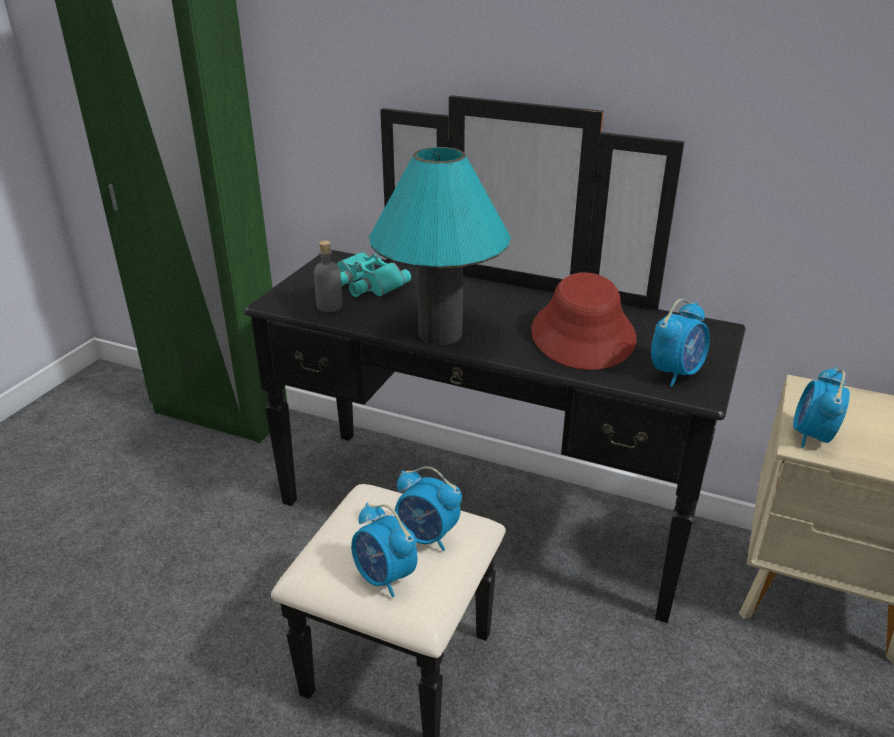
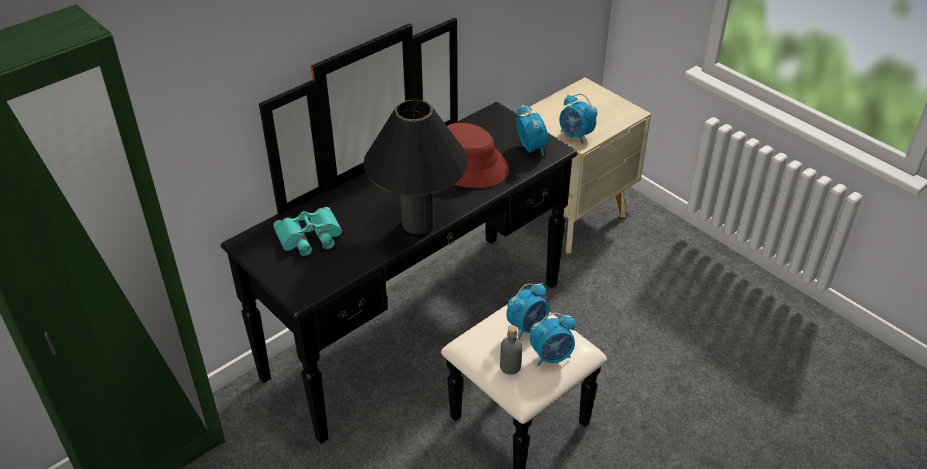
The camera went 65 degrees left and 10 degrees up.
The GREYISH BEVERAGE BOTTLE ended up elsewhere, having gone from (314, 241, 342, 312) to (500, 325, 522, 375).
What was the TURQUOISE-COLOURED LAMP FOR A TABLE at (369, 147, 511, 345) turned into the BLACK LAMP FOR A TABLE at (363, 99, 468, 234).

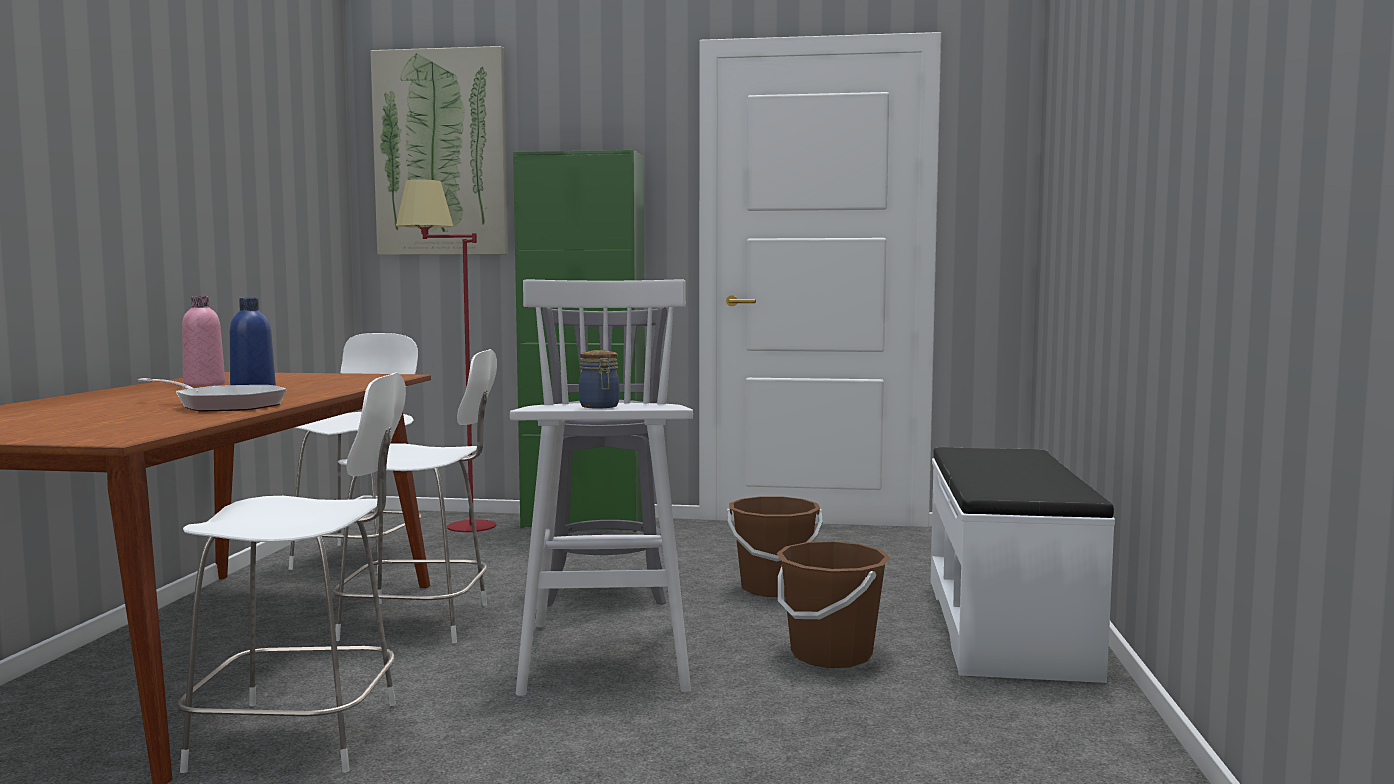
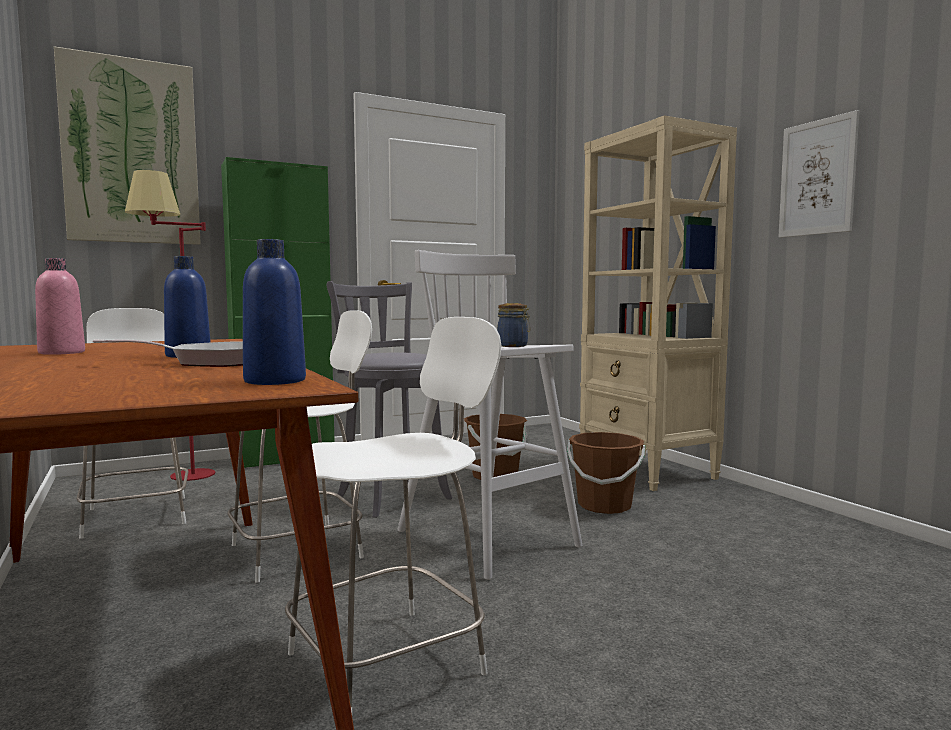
The camera went 35 degrees left and 0 degrees up.
Where the WHITISH BENCH stood at (931, 447, 1115, 683), the SAND-COLOURED BOOKCASE came to stand at (579, 115, 737, 491).
The second view gained the BLUE-COLOURED BEVERAGE BOTTLE at (243, 239, 306, 385).
The second view gained the PICTURE at (778, 110, 859, 238).

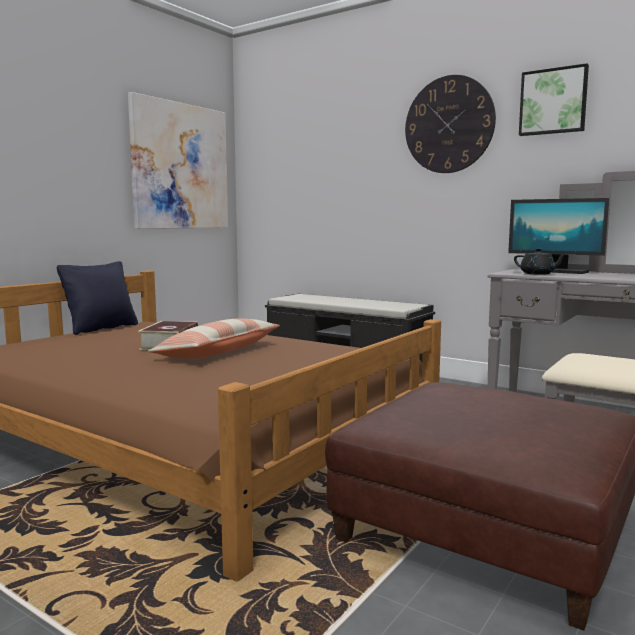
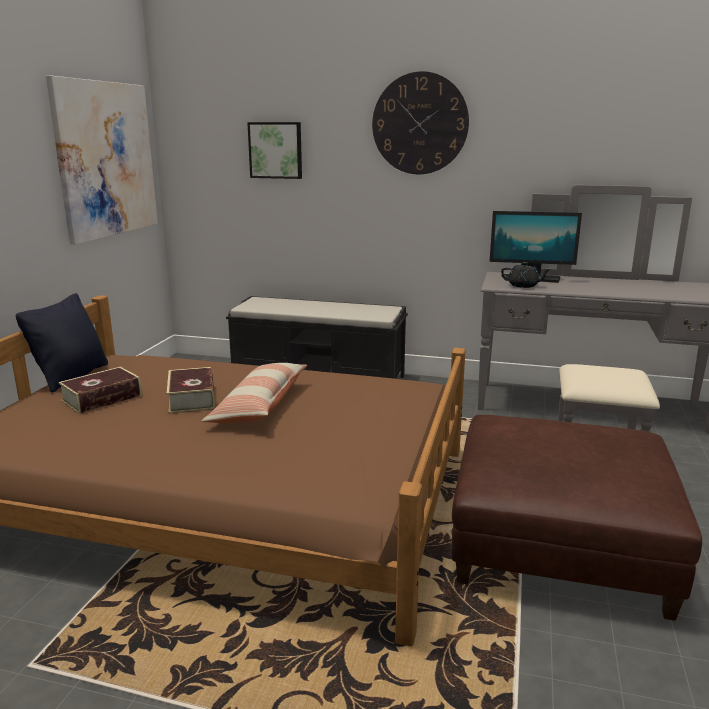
The camera went 20 degrees left and 10 degrees up.
The PICTURE ended up elsewhere, having gone from (519, 63, 589, 136) to (247, 122, 302, 179).
The second view gained the VOLUME at (58, 367, 142, 414).

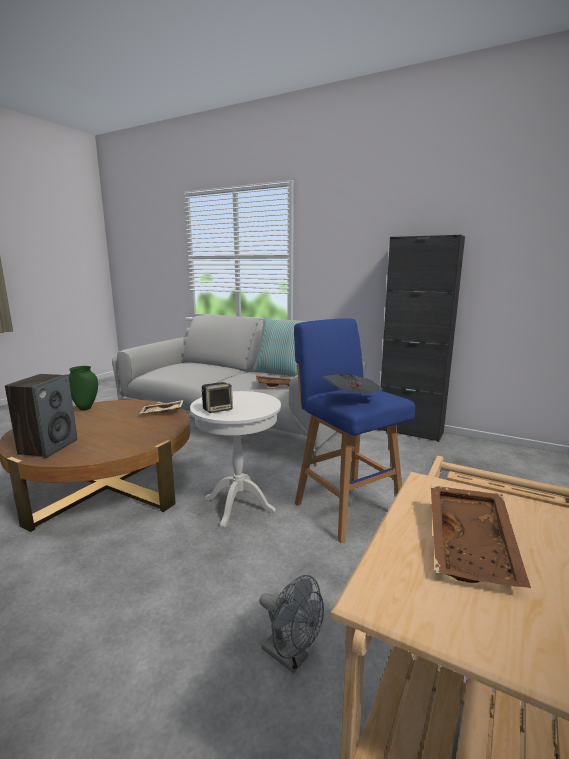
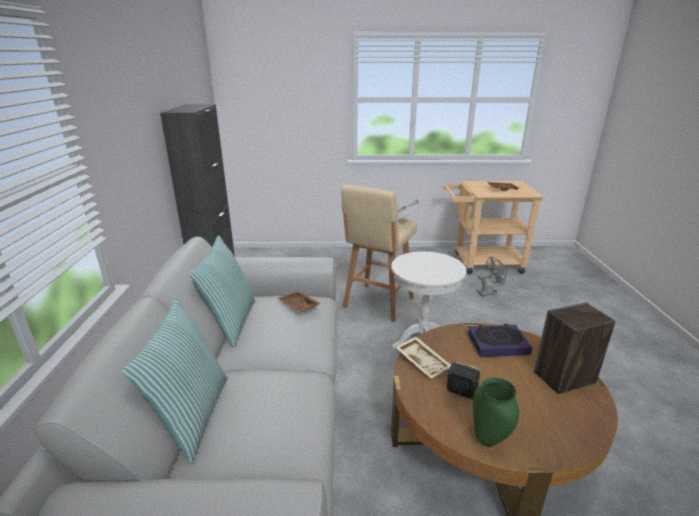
The camera went 120 degrees left and 10 degrees up.
The AUDIO SPEAKER ended up elsewhere, having gone from (202, 382, 233, 413) to (446, 361, 480, 399).
The GREYISH ELECTRIC FAN at (259, 575, 324, 673) ended up facing another way, 60 degrees clockwise from before.
What was the BLUE-COLOURED STOOL at (294, 318, 415, 543) turned into the SAND-COLOURED STOOL at (341, 185, 417, 322).
The second view gained the PILLOW at (121, 298, 228, 464).
The second view gained the VOLUME at (467, 324, 532, 357).

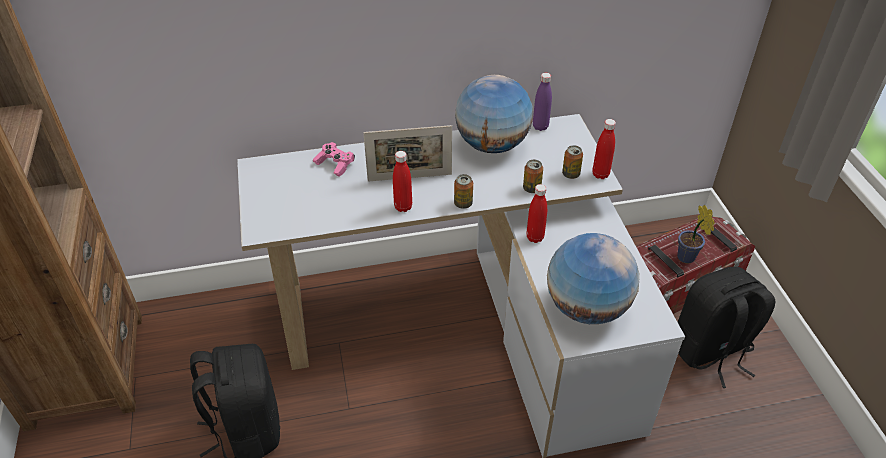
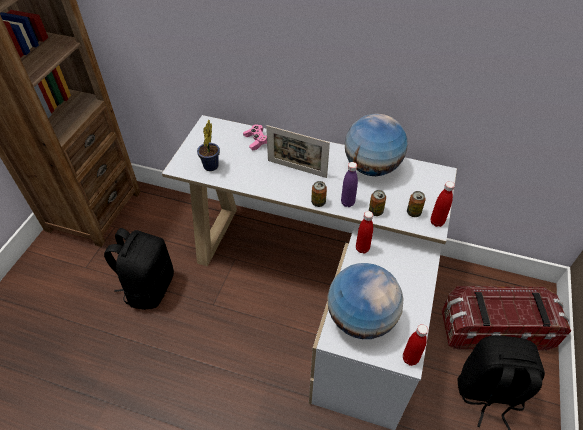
The camera went 30 degrees right and 5 degrees up.
The REDDISH BEVERAGE BOTTLE ended up elsewhere, having gone from (393, 151, 412, 212) to (403, 324, 428, 366).
The PURPLISH BEVERAGE BOTTLE ended up elsewhere, having gone from (533, 73, 552, 131) to (341, 162, 358, 207).
The POTTED PLANT ended up elsewhere, having gone from (677, 205, 715, 263) to (197, 120, 220, 171).

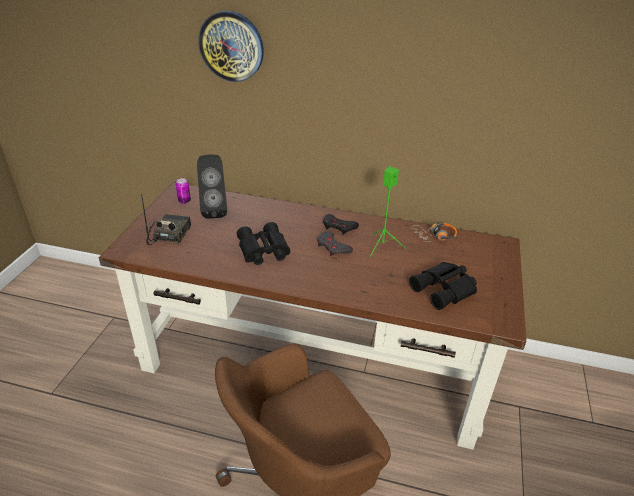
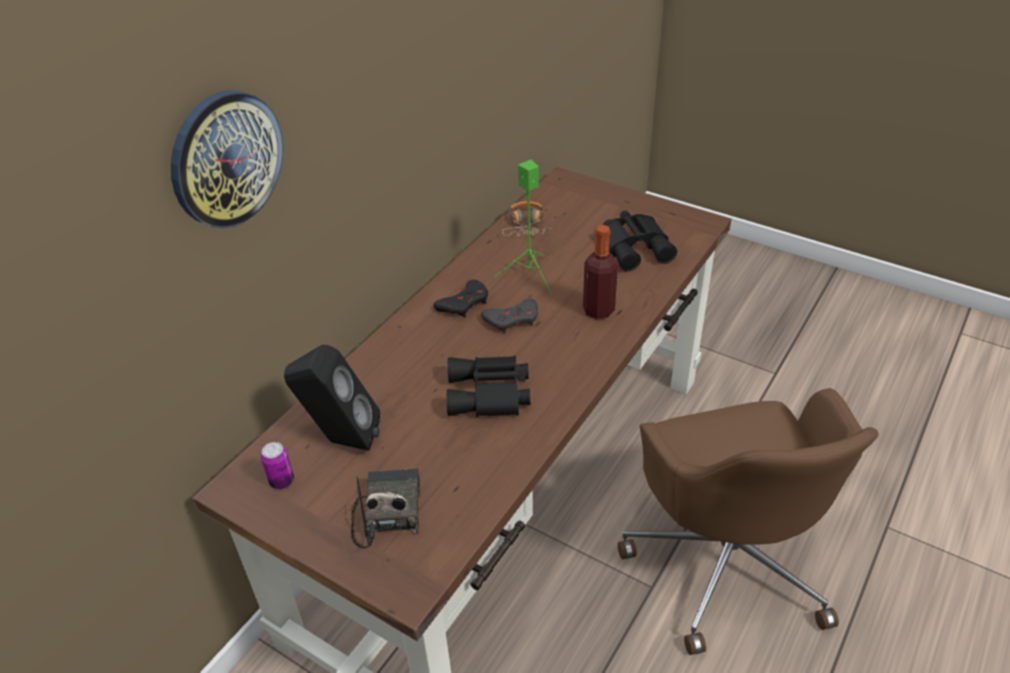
The camera went 70 degrees left and 5 degrees up.
The RADIO RECEIVER at (141, 193, 191, 245) ended up facing another way, 60 degrees clockwise from before.
The second view gained the BEVERAGE BOTTLE at (583, 225, 618, 319).

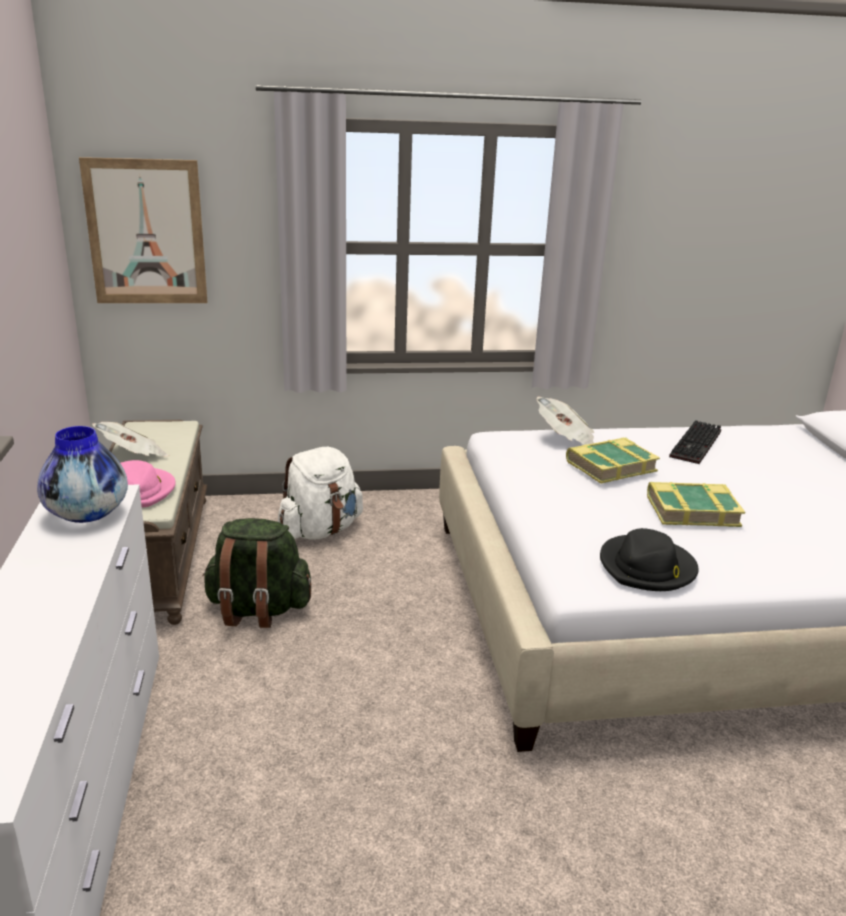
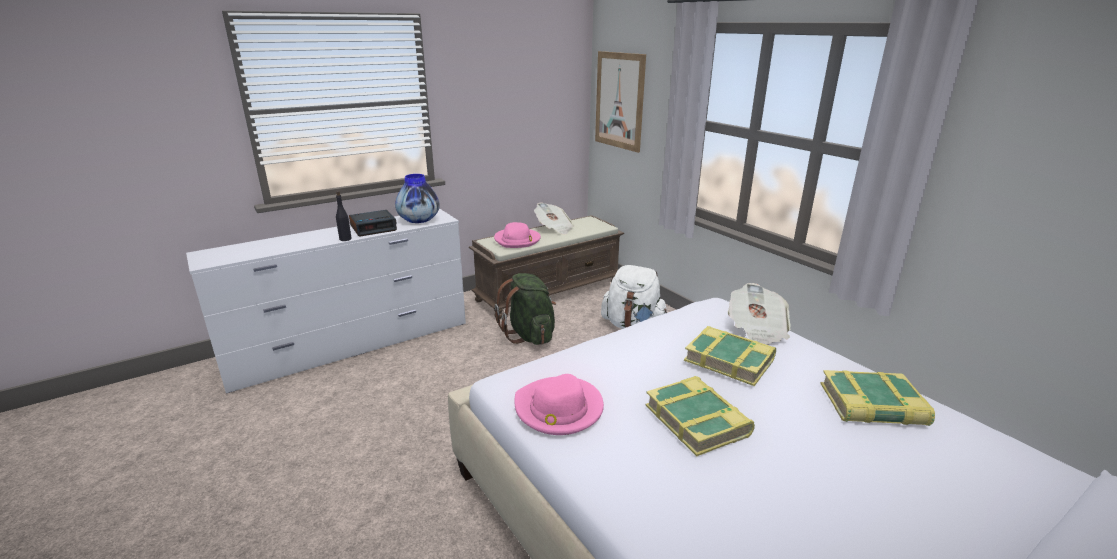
The camera went 65 degrees right and 0 degrees up.
What was the BLACK WEARABLE HAT at (600, 528, 699, 591) turned into the PINK WEARABLE HAT at (514, 374, 604, 435).
Where the PC KEYBOARD stood at (669, 420, 721, 464), the VOLUME came to stand at (820, 370, 935, 426).
The second view gained the BLACK BEVERAGE BOTTLE at (336, 191, 352, 241).
The second view gained the BEDSIDE CLOCK at (349, 210, 397, 236).

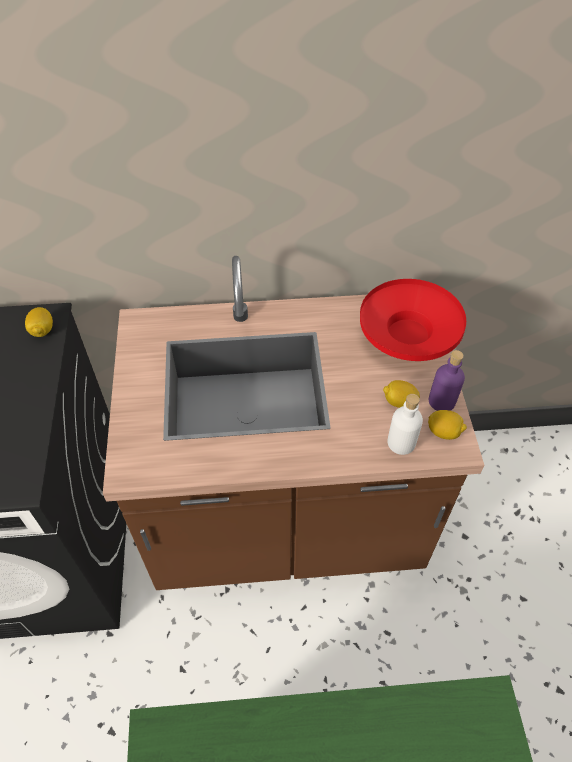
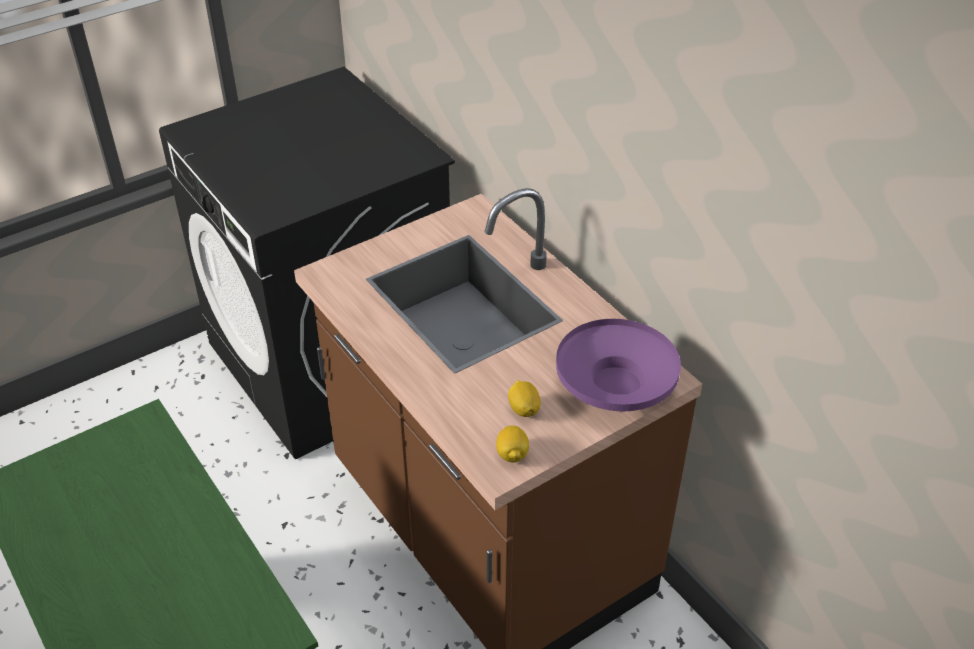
The camera went 60 degrees right and 10 degrees down.
The second view lost the CITRUS FRUIT at (25, 307, 53, 337).
What was the REDDISH DEEP DISH at (360, 279, 466, 361) turned into the PURPLISH DEEP DISH at (556, 319, 681, 411).
The second view lost the WHITISH BEVERAGE BOTTLE at (387, 394, 423, 455).
The second view lost the PURPLISH BEVERAGE BOTTLE at (429, 350, 465, 411).

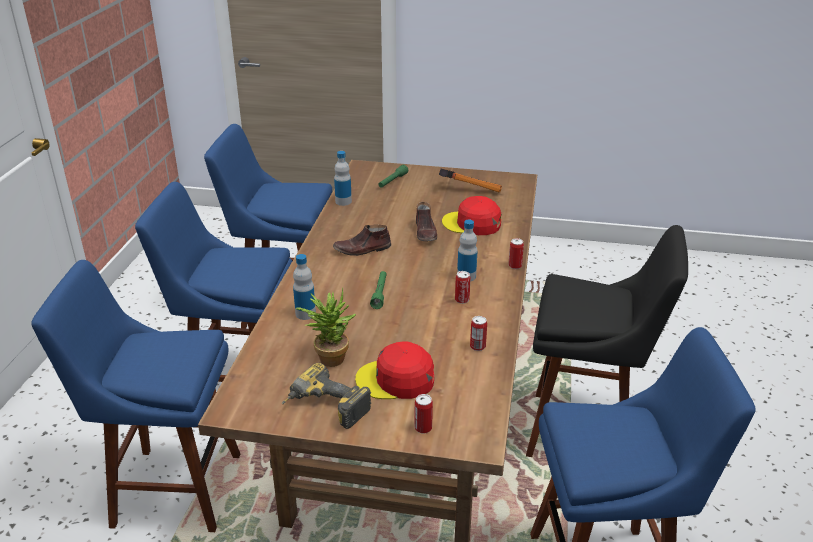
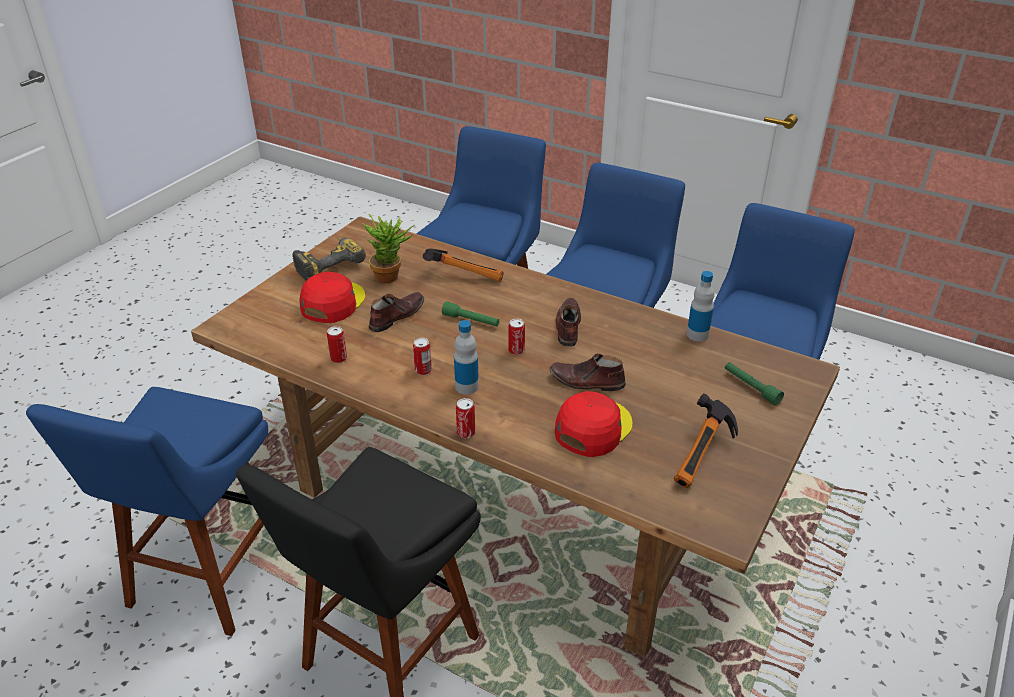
The camera went 110 degrees right and 5 degrees up.
Where the BEVERAGE BOTTLE stood at (293, 254, 316, 320), the HAMMER came to stand at (423, 248, 504, 281).
The SEALED CAN ended up elsewhere, having gone from (414, 394, 433, 434) to (508, 318, 525, 355).
The second view gained the BROWN-COLOURED LOW SHOE at (369, 292, 424, 332).

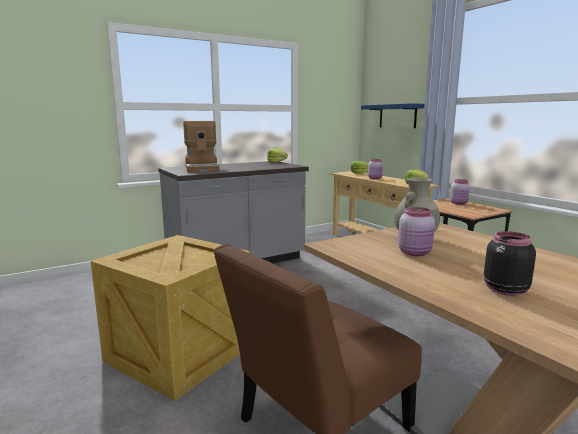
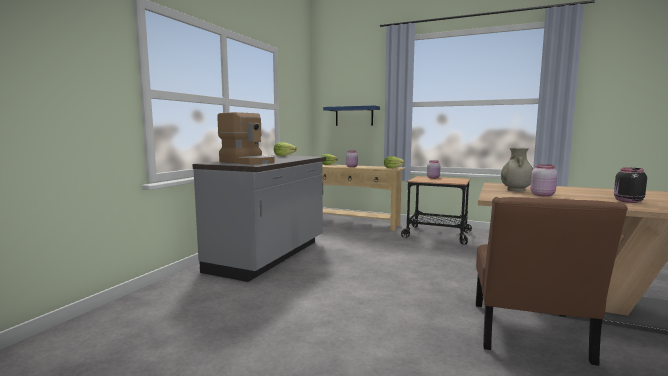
The camera went 35 degrees left and 5 degrees down.
The second view lost the CRATE at (91, 235, 250, 401).

